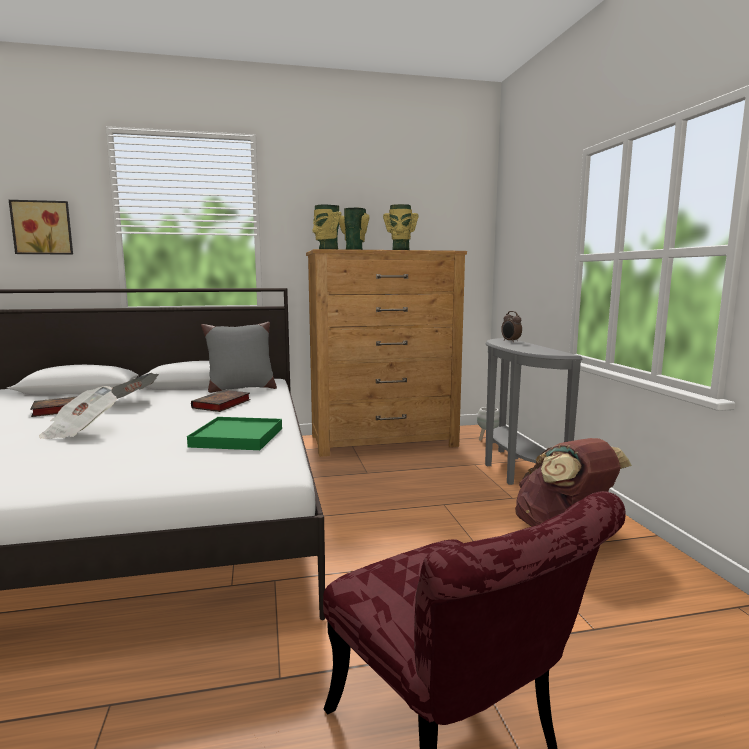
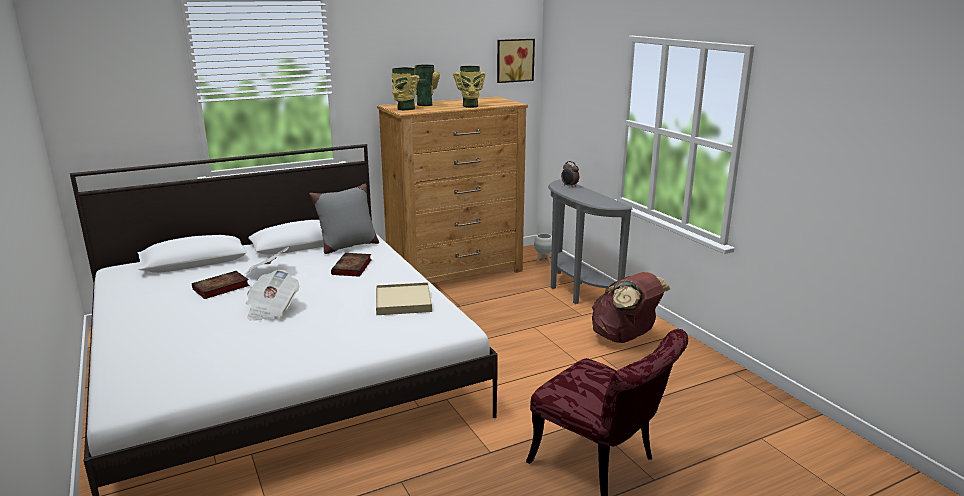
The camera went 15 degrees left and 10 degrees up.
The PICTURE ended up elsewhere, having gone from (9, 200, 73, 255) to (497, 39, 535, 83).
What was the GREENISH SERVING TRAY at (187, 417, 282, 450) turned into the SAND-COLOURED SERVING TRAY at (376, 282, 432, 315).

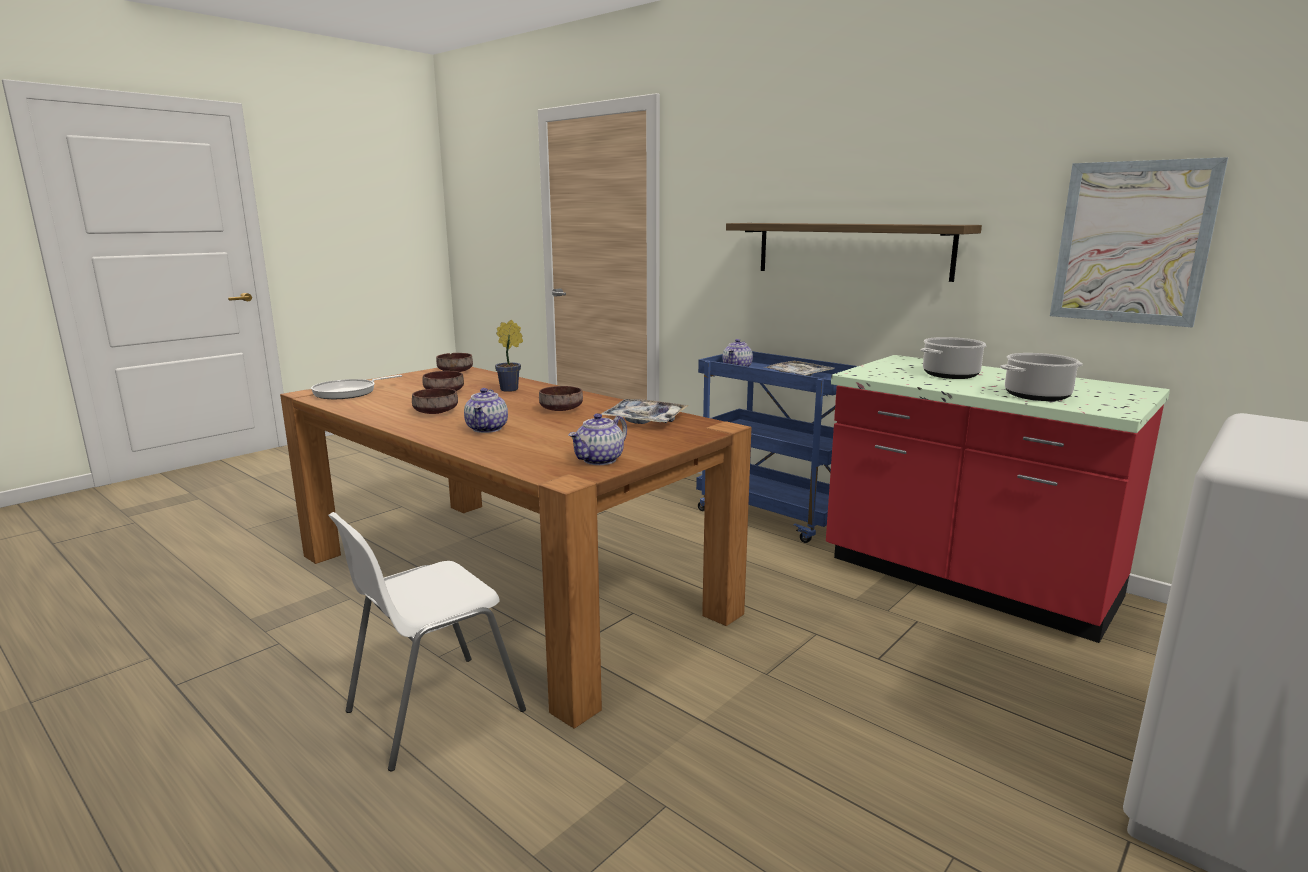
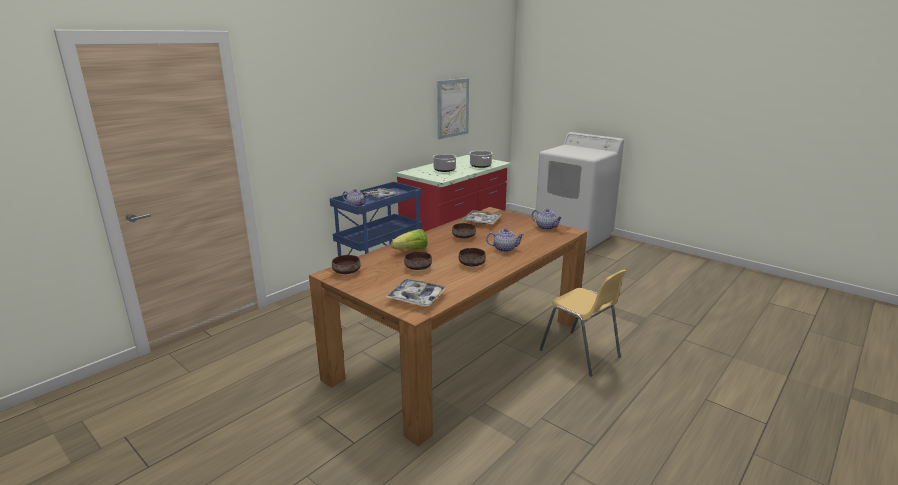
The camera went 90 degrees left and 5 degrees up.
Where the SKILLET stood at (311, 375, 402, 399), the SERVING TRAY came to stand at (385, 279, 447, 307).
What was the WHITISH UPRIGHT CHAIR at (328, 512, 526, 771) turned into the YELLOWISH UPRIGHT CHAIR at (540, 270, 626, 376).
Where the POTTED PLANT stood at (495, 320, 523, 392), the LETTUCE HEAD came to stand at (391, 229, 427, 250).
The second view lost the SHELF at (726, 223, 982, 282).

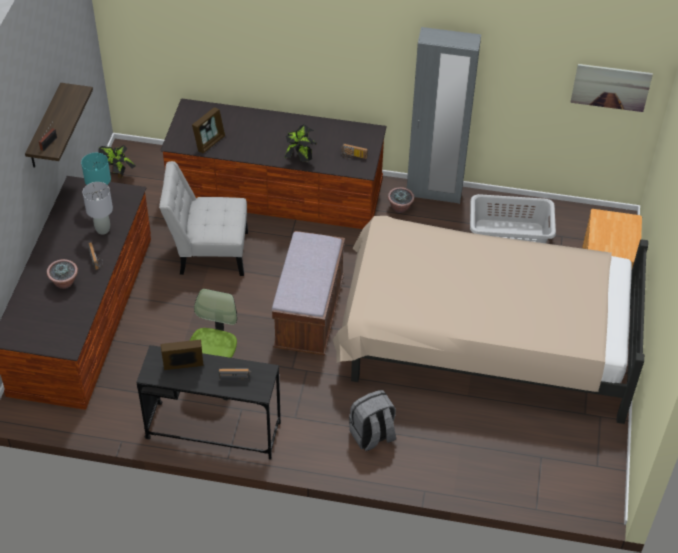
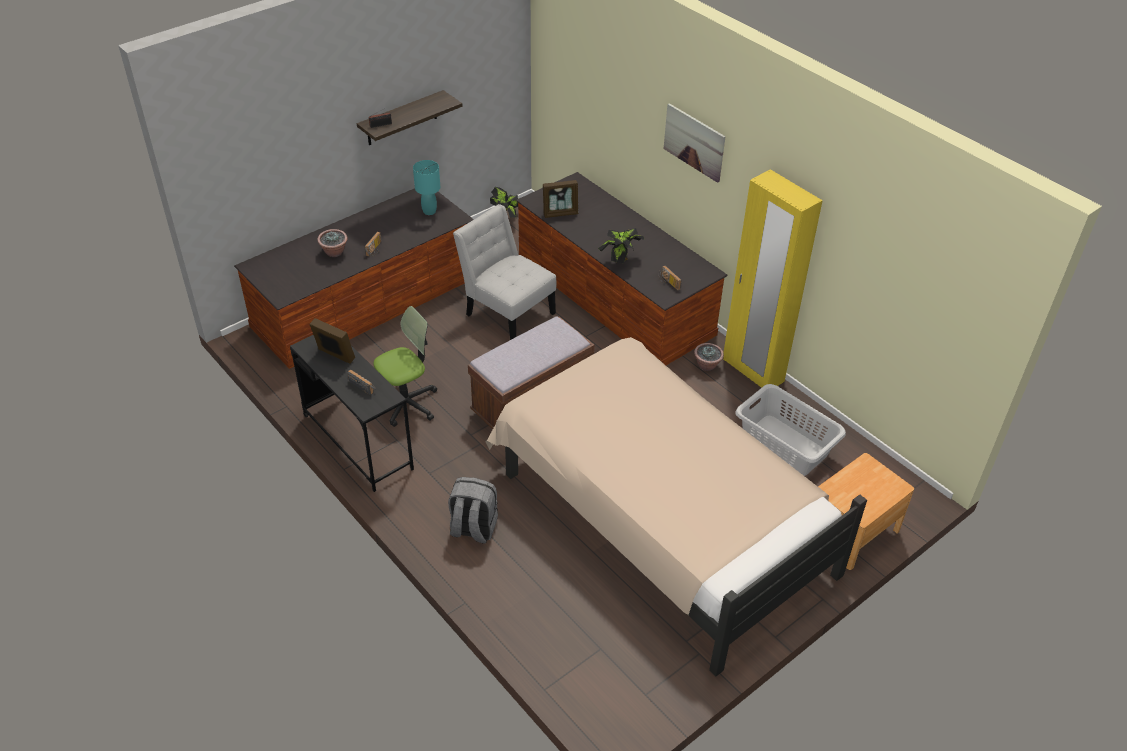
The camera went 40 degrees right and 5 degrees down.
The second view lost the GREYISH LAMP FOR A TABLE at (83, 182, 113, 235).
What was the GREYISH CLOTHES CUPBOARD at (407, 27, 481, 204) turned into the YELLOWISH CLOTHES CUPBOARD at (723, 169, 823, 388).
The PICTURE ended up elsewhere, having gone from (570, 64, 653, 112) to (664, 103, 726, 183).

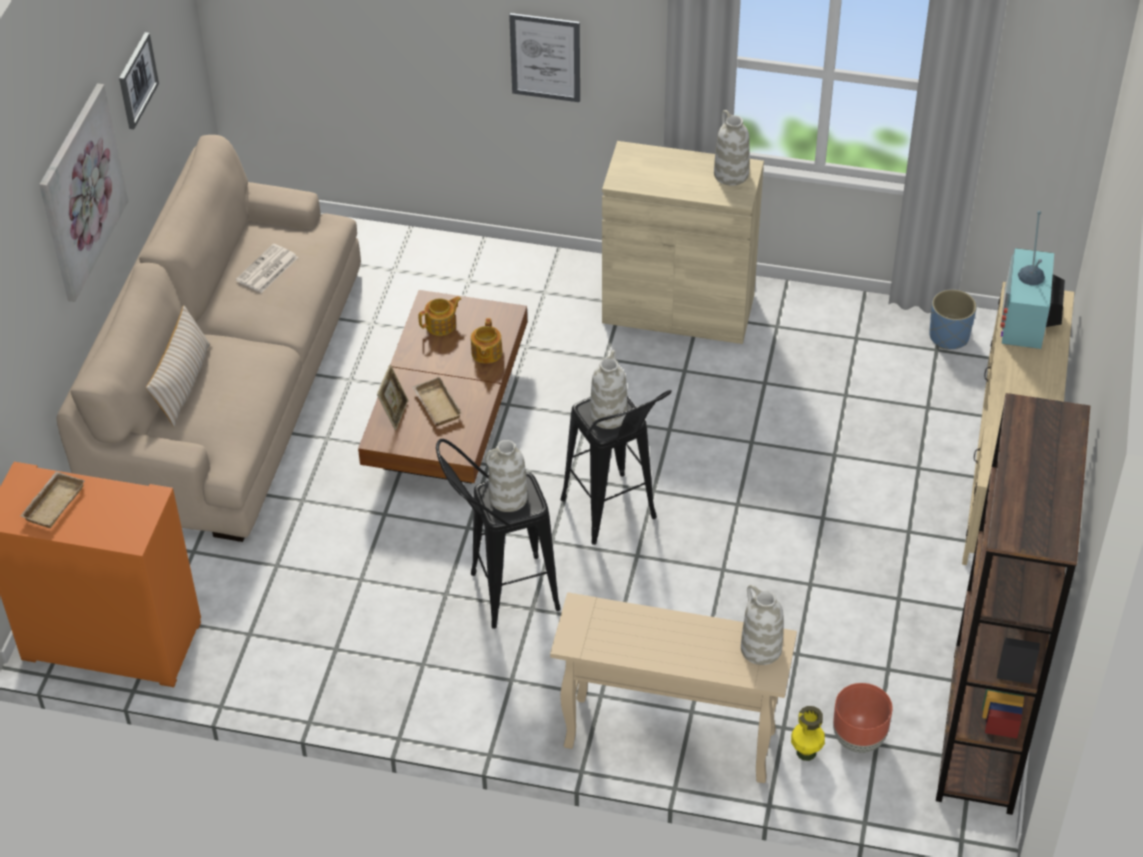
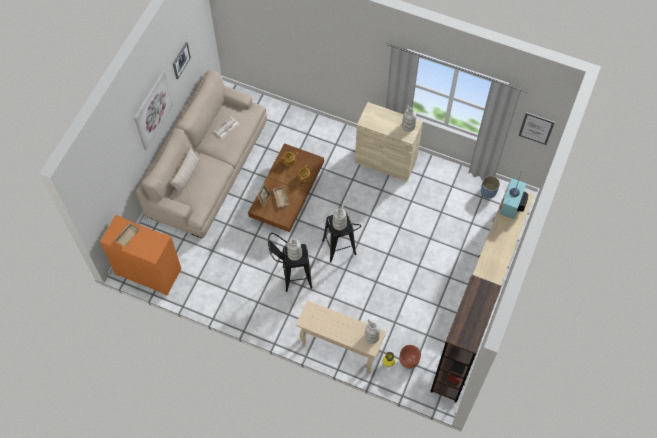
The camera went 10 degrees right and 15 degrees up.
The PICTURE ended up elsewhere, having gone from (509, 13, 580, 102) to (519, 112, 555, 145).

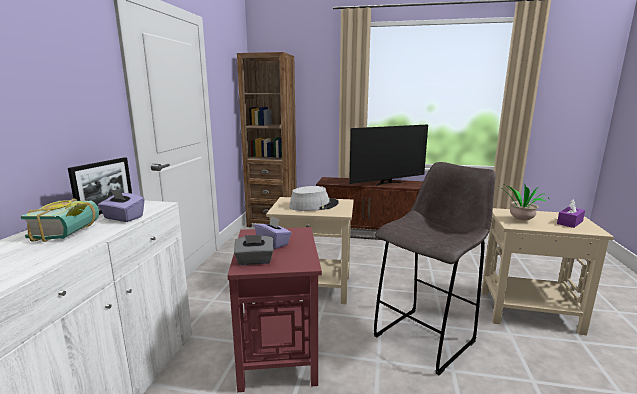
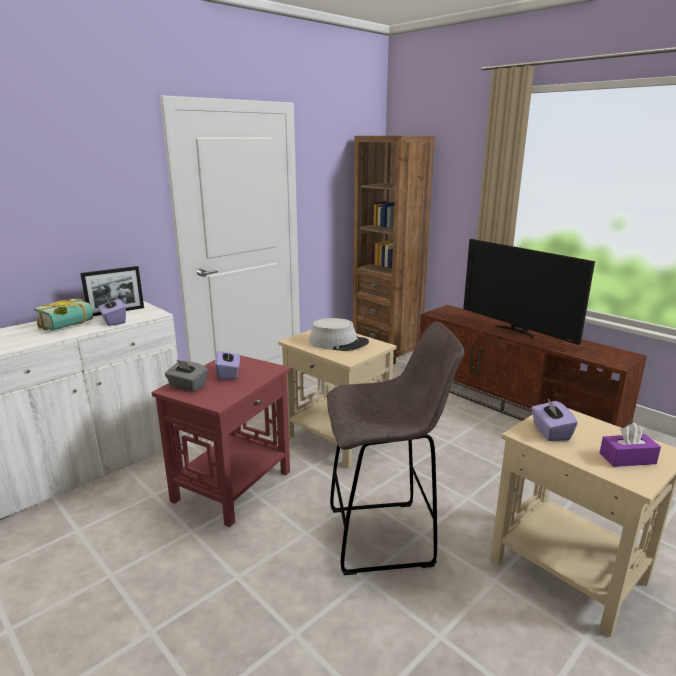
The camera went 35 degrees right and 5 degrees up.
The TV SET at (349, 125, 428, 186) ended up facing another way, 45 degrees clockwise from before.
Where the POTTED PLANT stood at (500, 183, 548, 221), the PURPLISH TISSUE HOLDER came to stand at (531, 399, 578, 441).

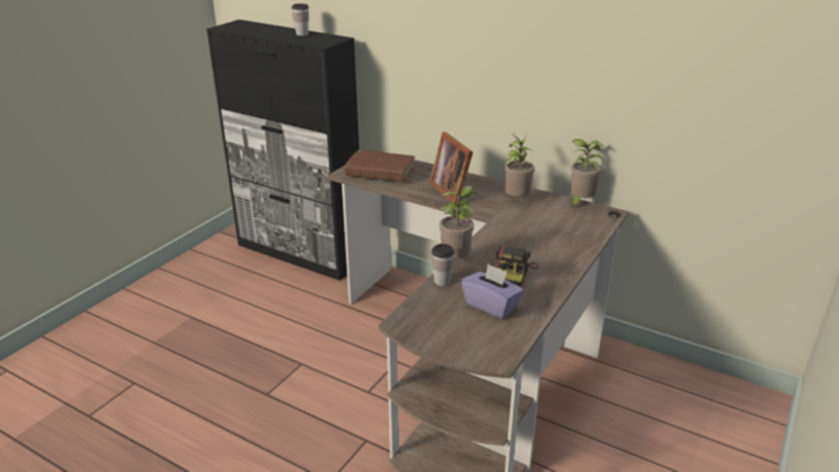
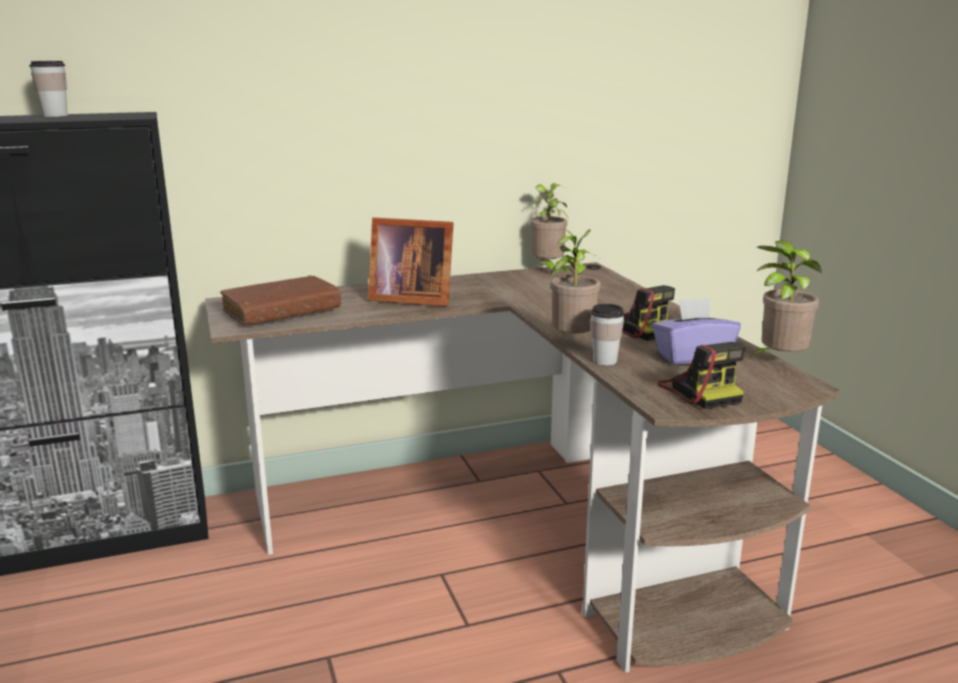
The camera went 50 degrees left and 10 degrees down.
The POTTED PLANT ended up elsewhere, having gone from (505, 134, 535, 197) to (748, 240, 821, 358).
The second view gained the STILL CAMERA at (657, 342, 745, 409).

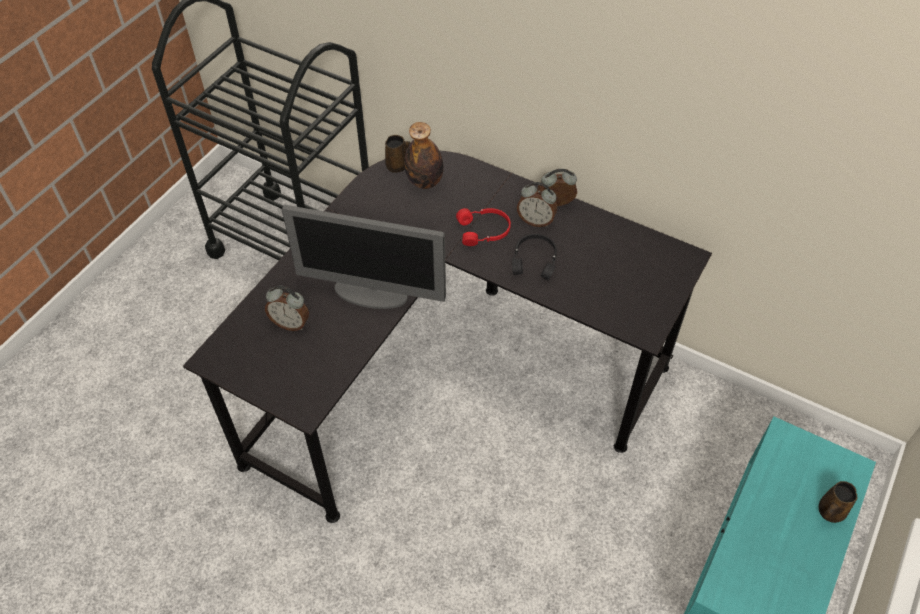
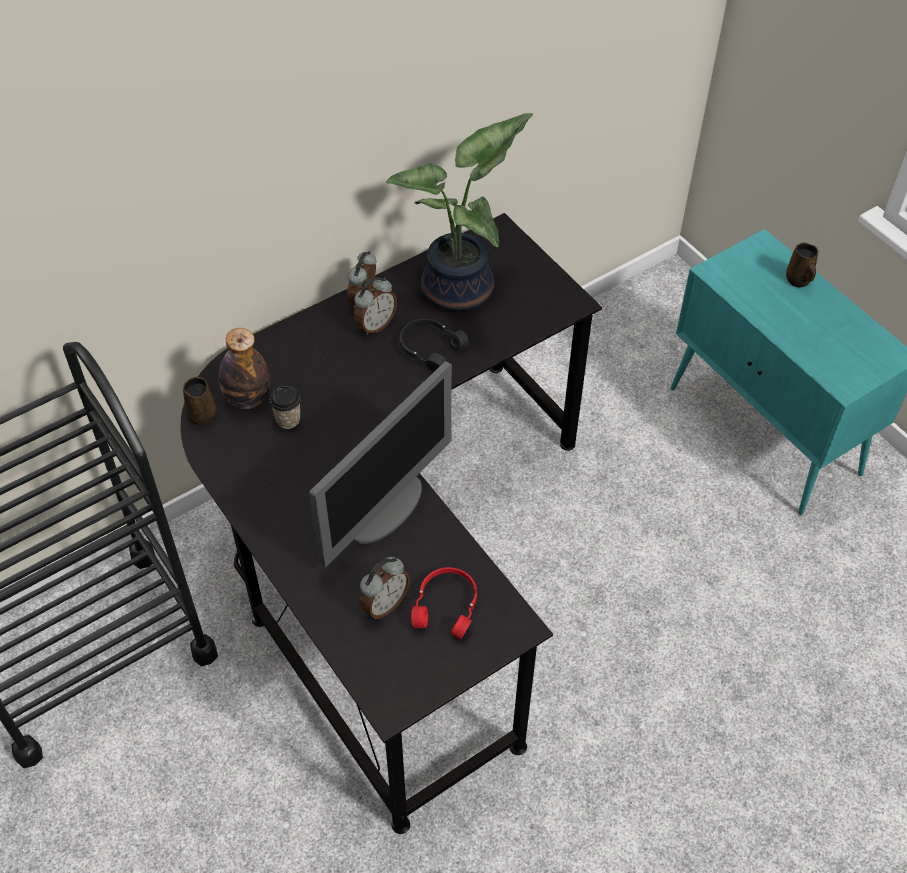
The camera went 65 degrees left and 0 degrees up.
The REDDISH HEADSET ended up elsewhere, having gone from (456, 208, 511, 246) to (411, 567, 477, 640).
The second view gained the SMALL CUP at (269, 385, 301, 429).
The second view gained the POTTED PLANT at (386, 113, 533, 311).

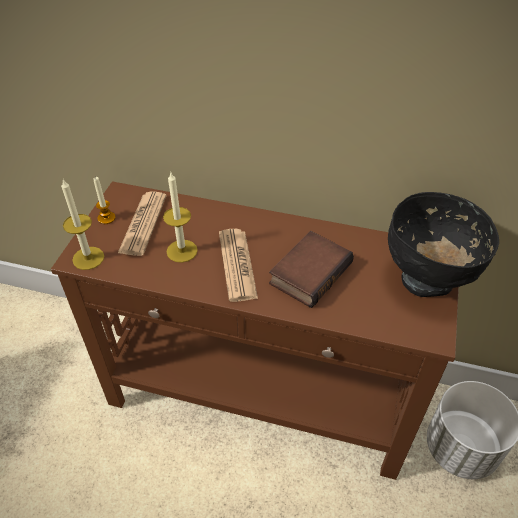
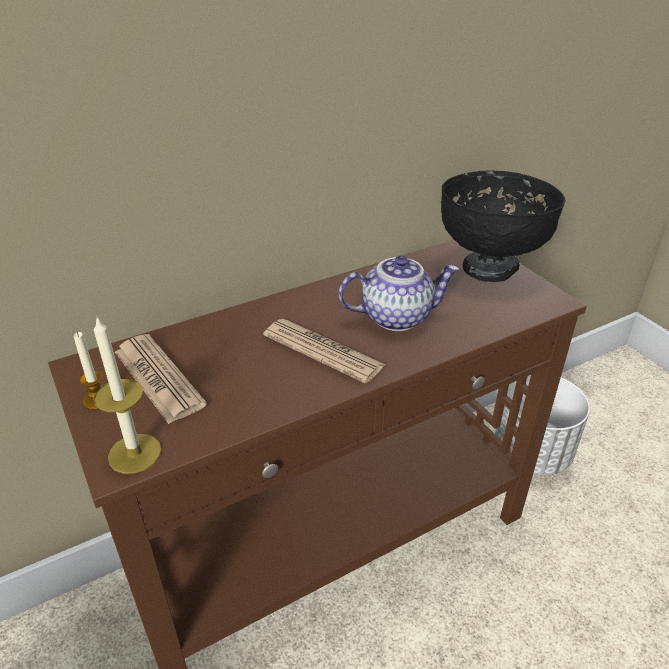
The camera went 45 degrees left and 10 degrees down.
The second view lost the CANDLE at (163, 171, 198, 263).
Where the VOLUME stood at (269, 231, 354, 308), the TEAPOT came to stand at (339, 256, 460, 331).

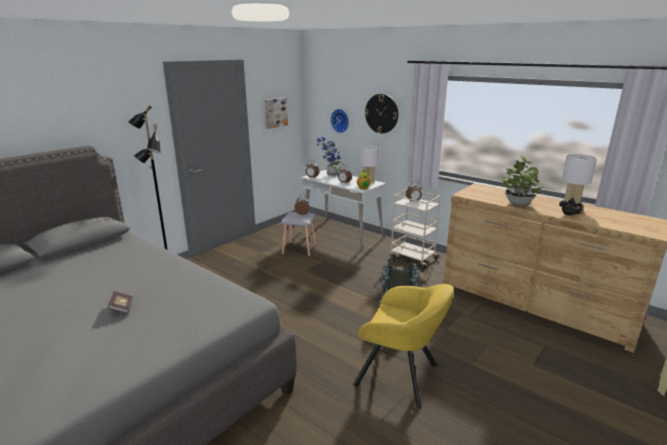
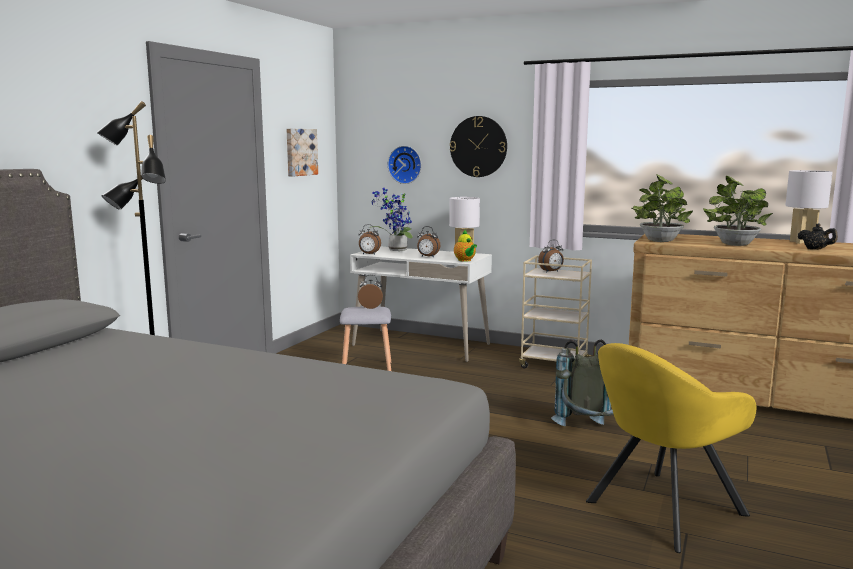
The camera went 15 degrees left and 10 degrees down.
The second view lost the VOLUME at (107, 291, 133, 313).
The YELLOWISH ARMCHAIR at (353, 284, 454, 408) ended up facing another way, 135 degrees clockwise from before.
The second view gained the POTTED PLANT at (632, 174, 693, 242).

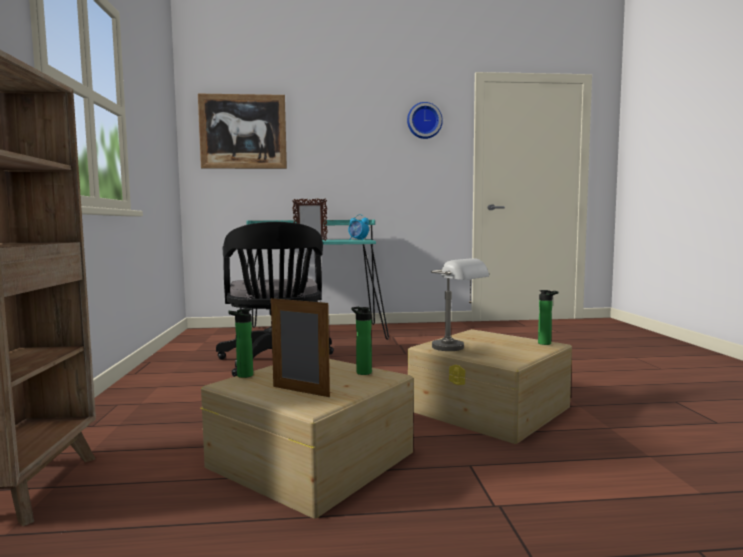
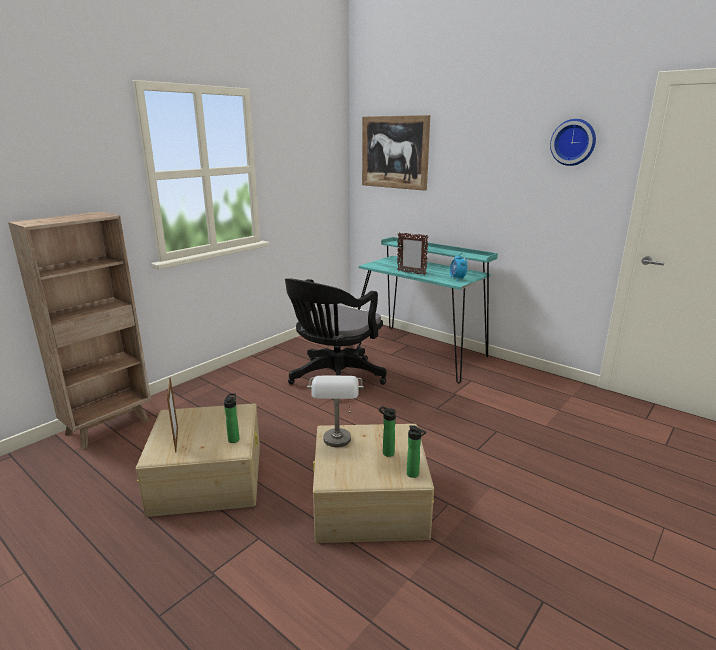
The camera went 45 degrees right and 15 degrees up.
The BEVERAGE BOTTLE ended up elsewhere, having gone from (228, 309, 253, 378) to (379, 406, 396, 457).

